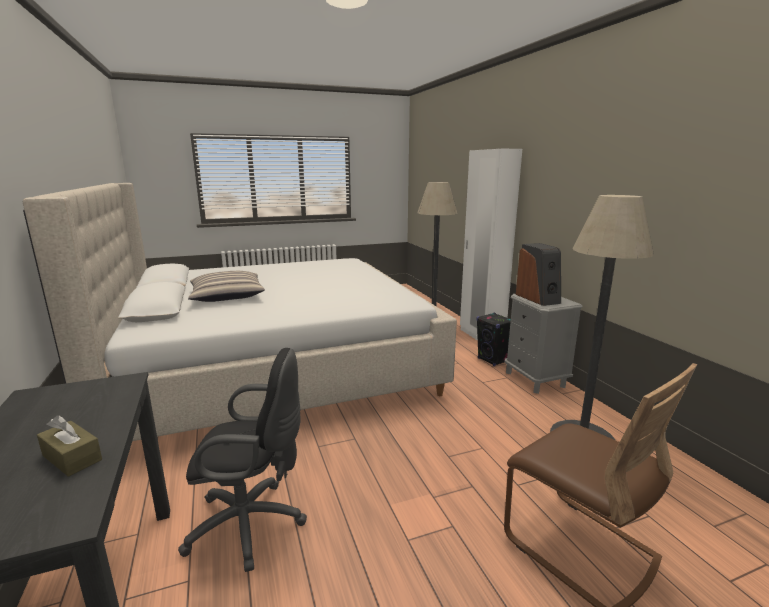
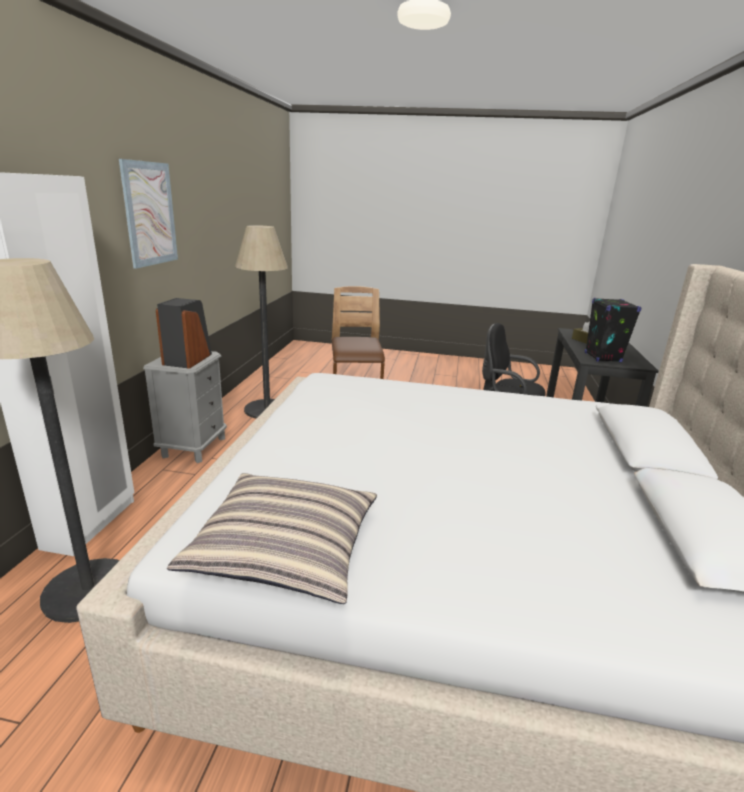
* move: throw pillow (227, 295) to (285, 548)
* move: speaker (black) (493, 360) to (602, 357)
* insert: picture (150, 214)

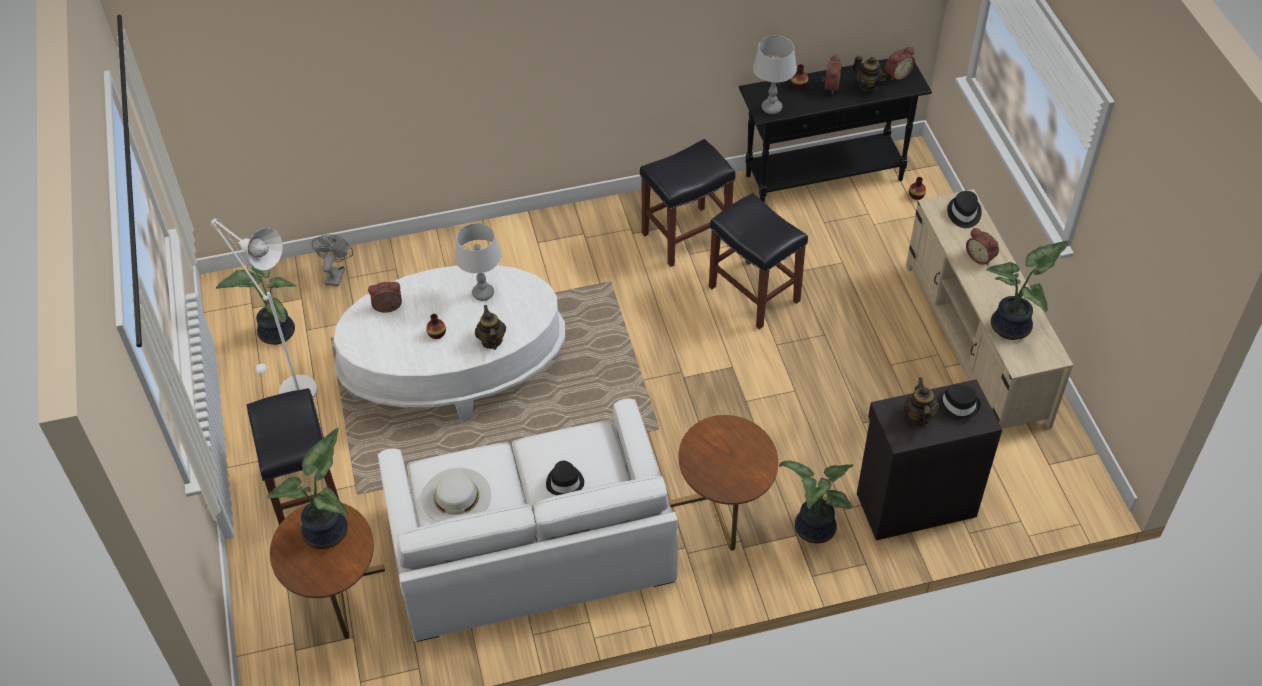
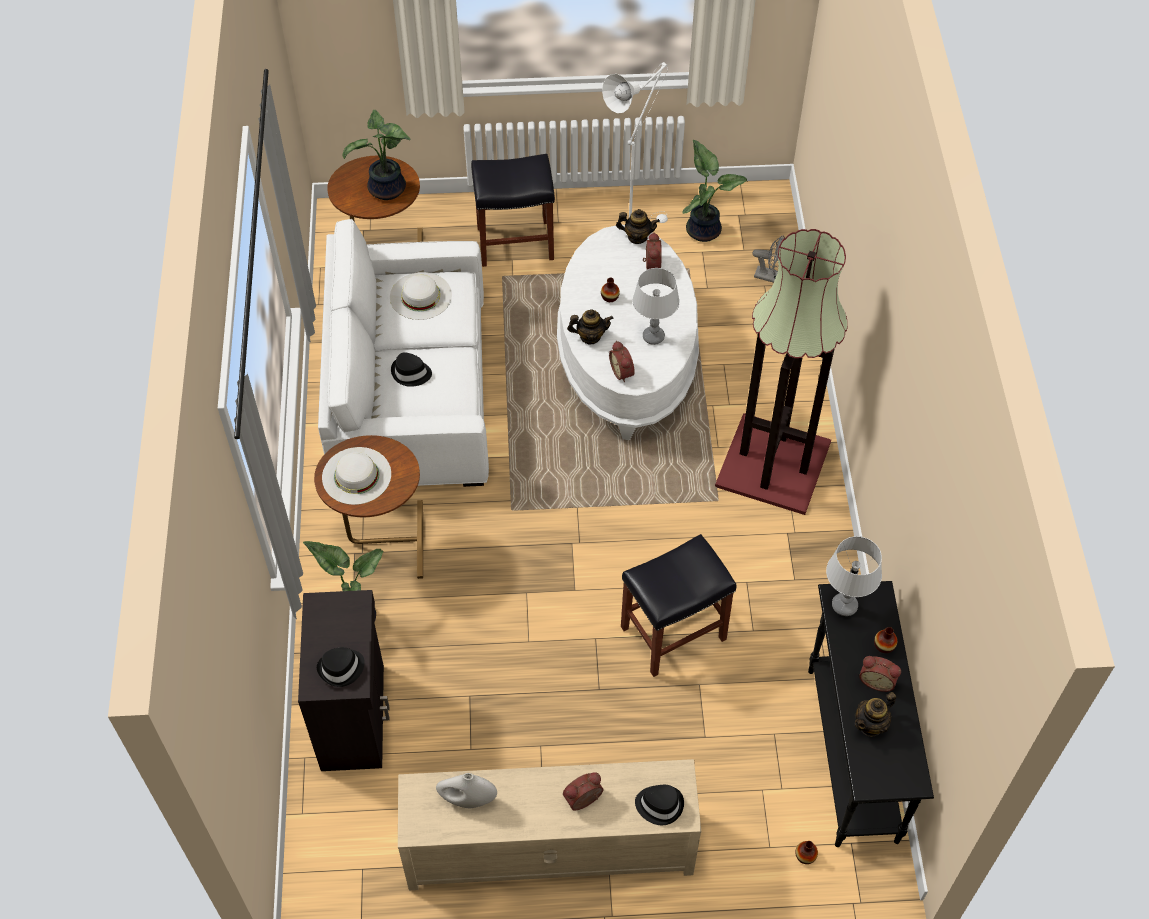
* delete: stool (black) (685, 237)
* move: bedside clock (897, 74) to (623, 372)
* move: teapot (918, 417) to (637, 237)
* replace: houseplant (1013, 327) to decorative vase (white-coloured) (468, 800)
* insert: wearable hat (white-coloured) (356, 476)
* insert: standard lamp (774, 466)

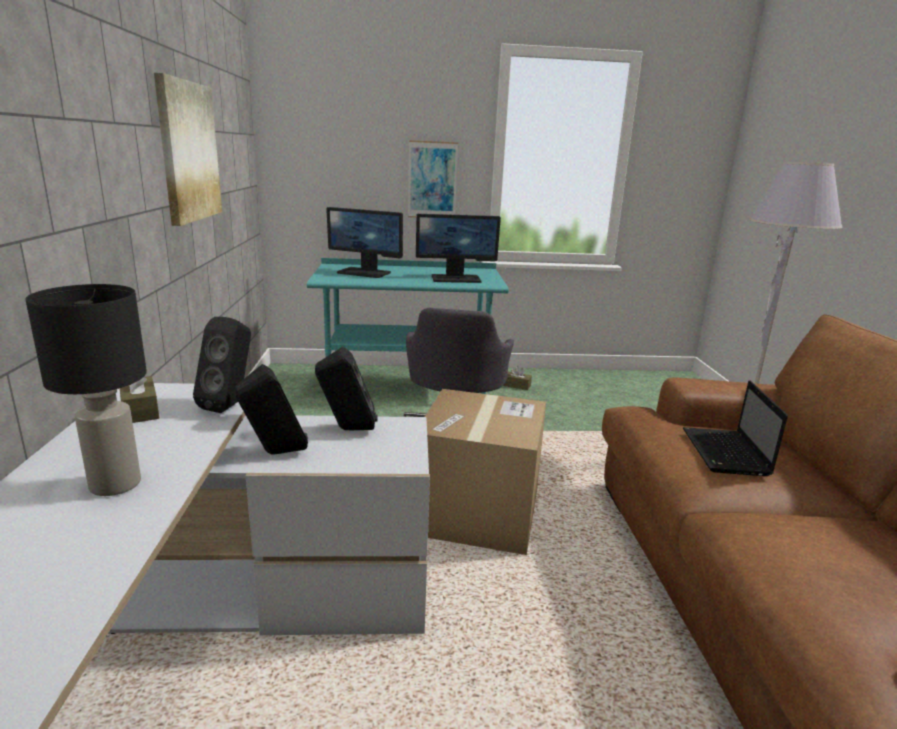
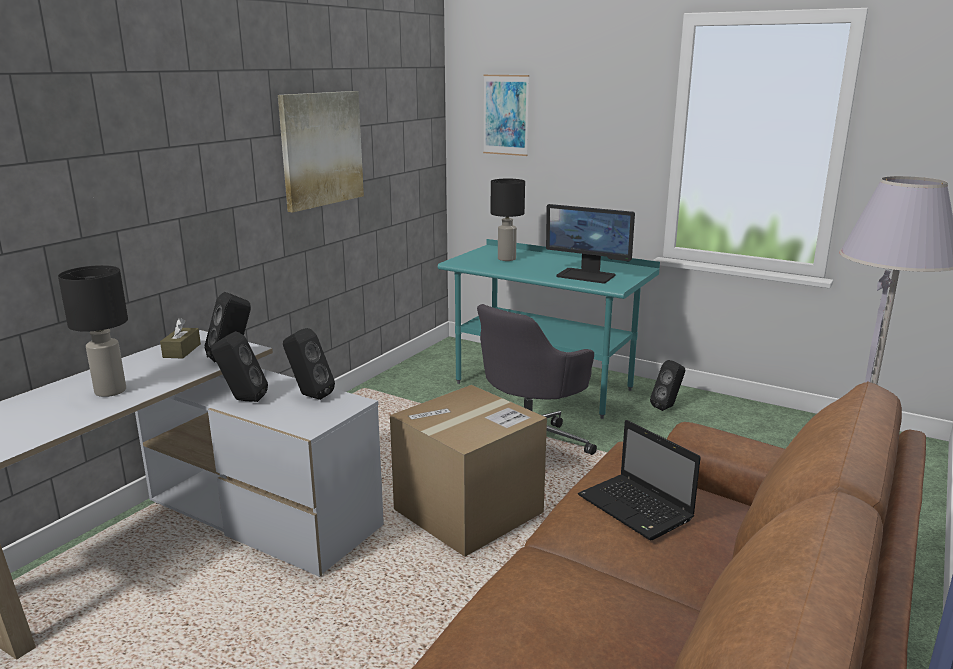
* replace: computer display (365, 272) to table lamp (black) (507, 259)
* move: picture (432, 180) to (505, 115)
* replace: tissue box (brown-coloured) (517, 385) to speaker (black) (667, 407)
* rotate: laptop (726, 453) = (637, 509) 75 degrees counterclockwise

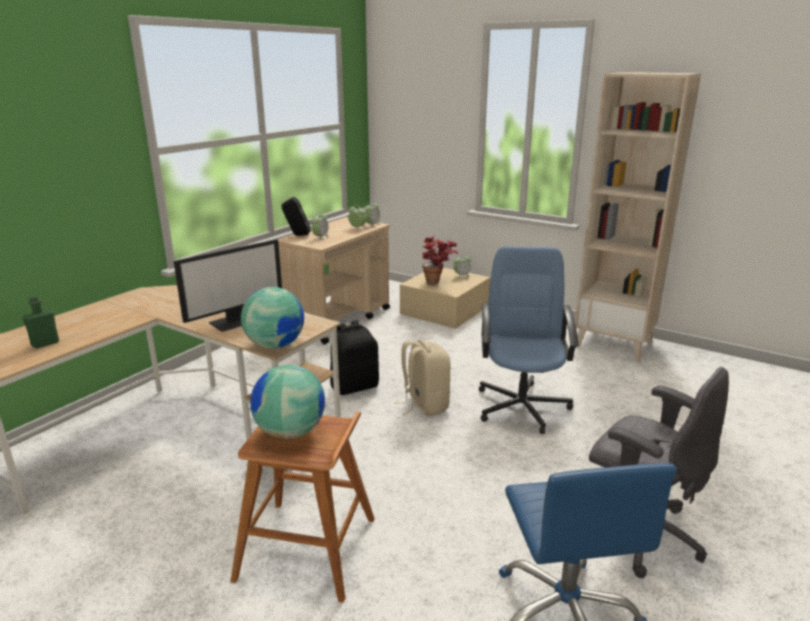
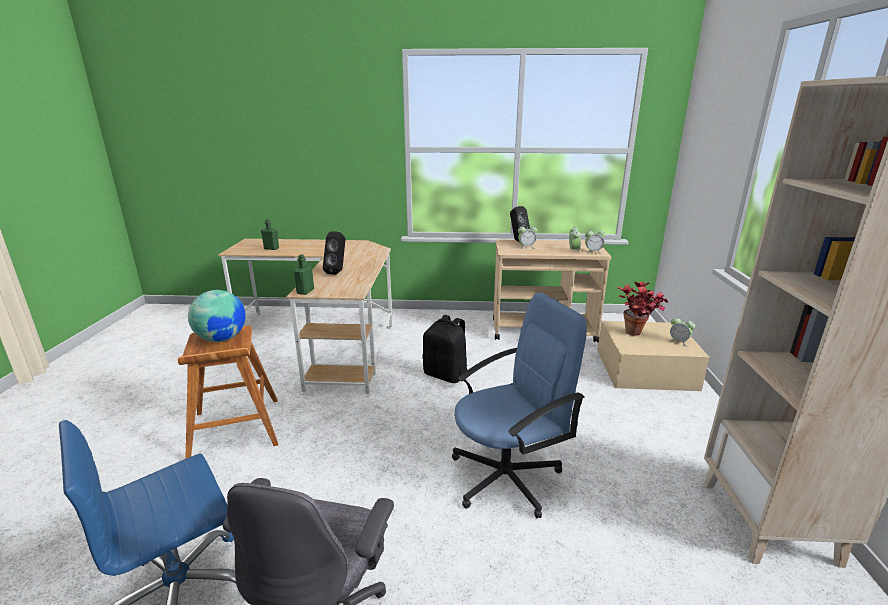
* replace: computer display (237, 320) to speaker (black) (338, 272)
* replace: world globe (275, 345) to beverage bottle (green-coloured) (305, 291)
* delete: backpack (beige) (424, 405)

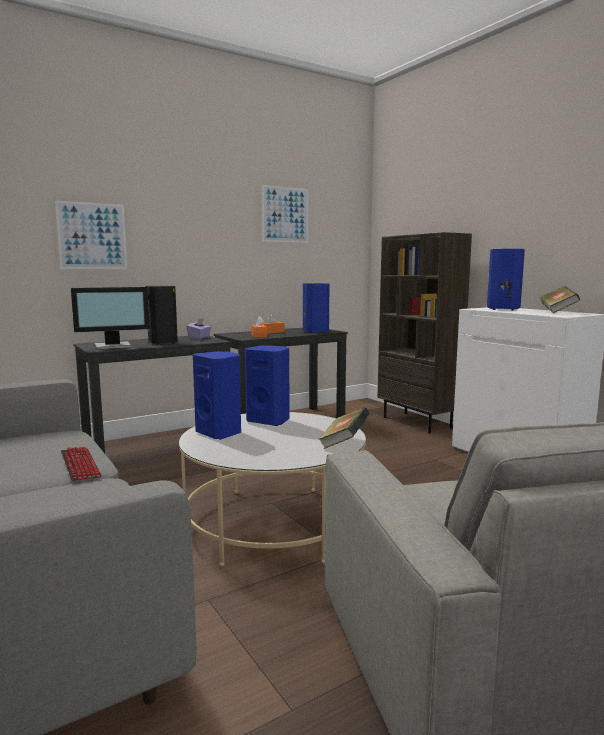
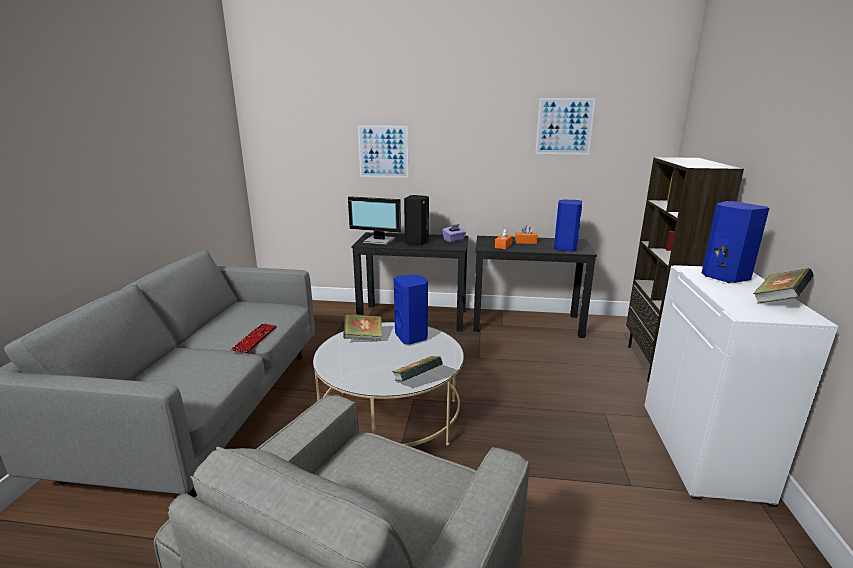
* replace: speaker (blue) (220, 433) to volume (363, 338)

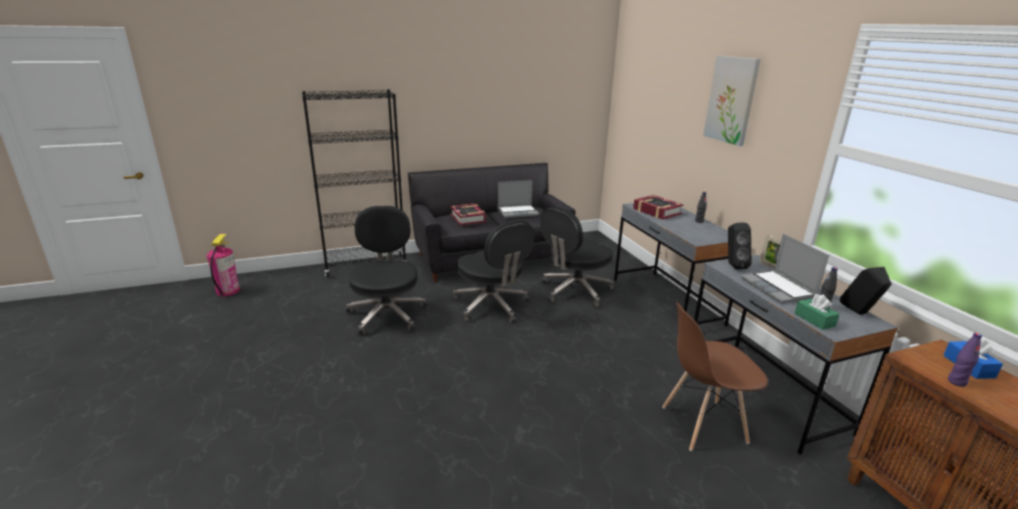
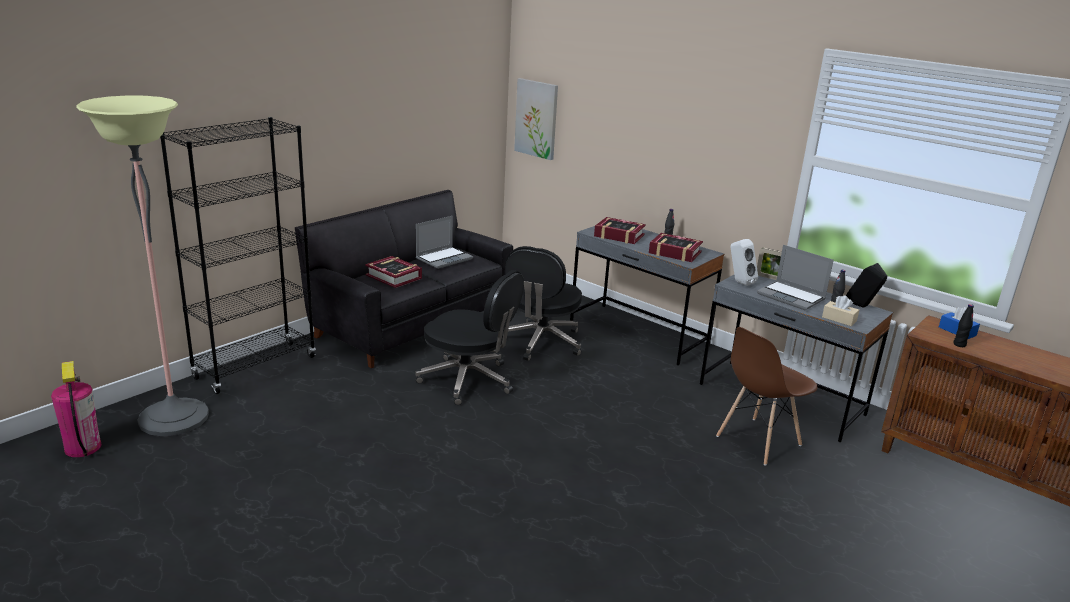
* delete: computer chair (black) (387, 314)
* move: picture (731, 100) to (536, 118)
* recolor: speaker (black) (733, 265) to speaker (white-coloured) (739, 282)
* recolor: tissue box (green-coloured) (814, 320) to tissue box (beige) (839, 319)
* recolor: beverage bottle (purple) (956, 382) to beverage bottle (black) (959, 344)
* insert: standard lamp (173, 418)
* insert: volume (675, 253)

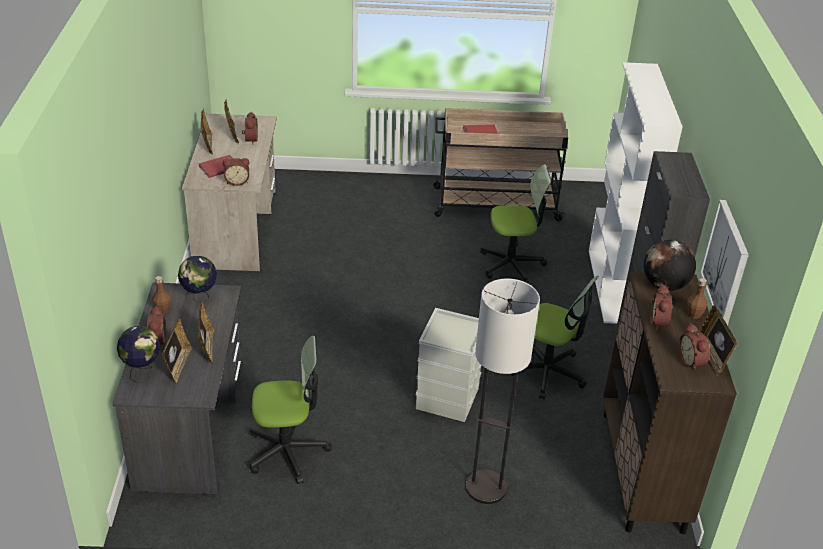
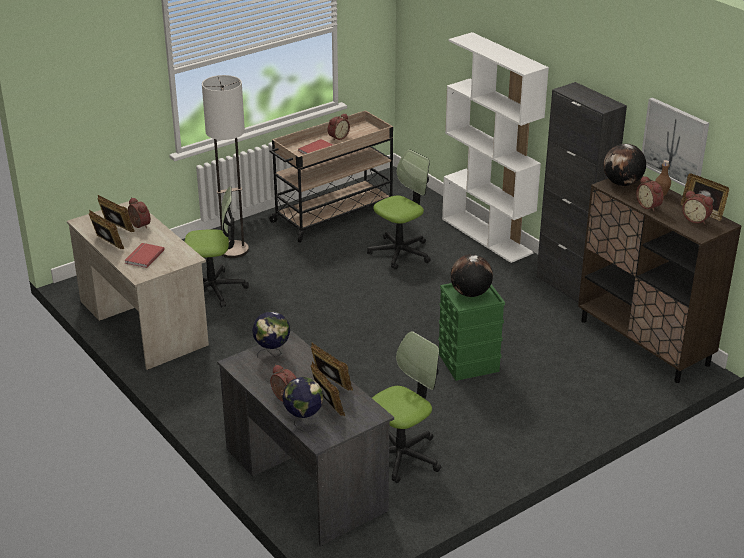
* delete: beverage bottle (brown-coloured) (163, 310)
* move: bedside clock (237, 181) to (337, 137)
* recolor: storage box (grey) (446, 398) to storage box (green-coloured) (468, 363)
* move: standard lamp (486, 487) to (233, 250)
* move: computer chair (548, 372) to (214, 289)
* insert: world globe (470, 293)

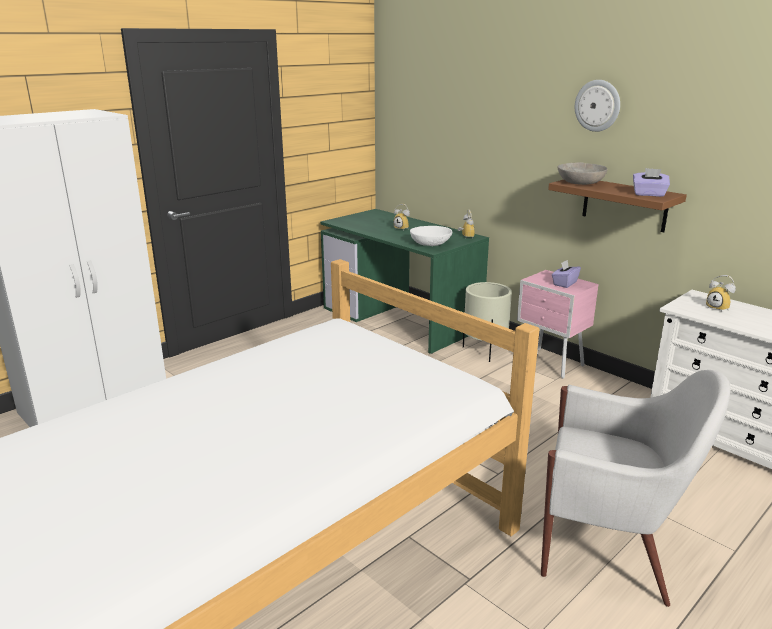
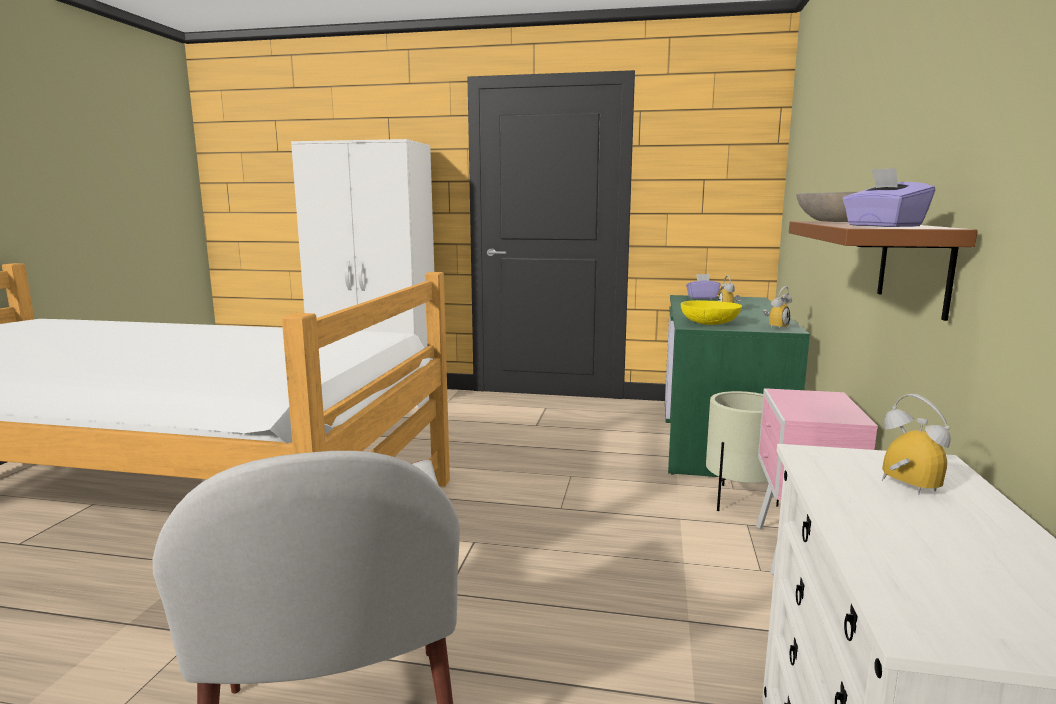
* recolor: deep dish (white-coloured) (431, 243) to deep dish (yellow-coloured) (710, 323)
* move: tissue box (purple) (564, 283) to (702, 297)
* delete: clock on the wall (597, 105)
* rotate: bedside clock (719, 308) = (903, 487) 135 degrees clockwise

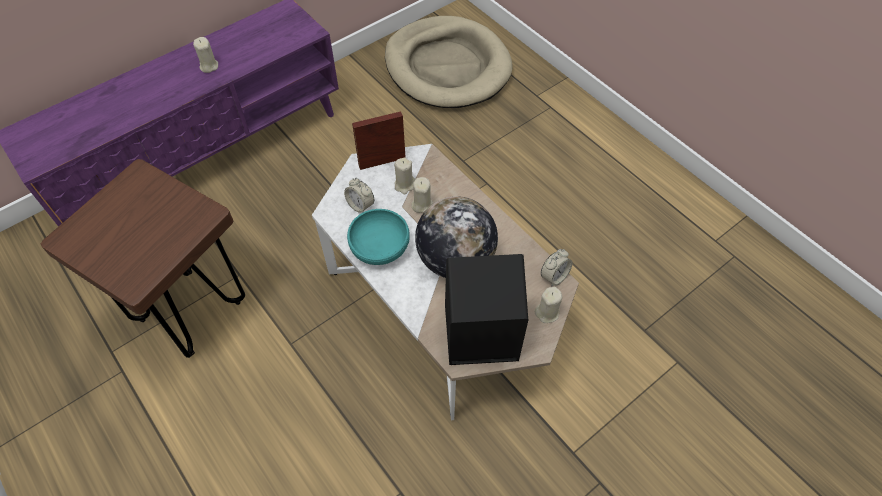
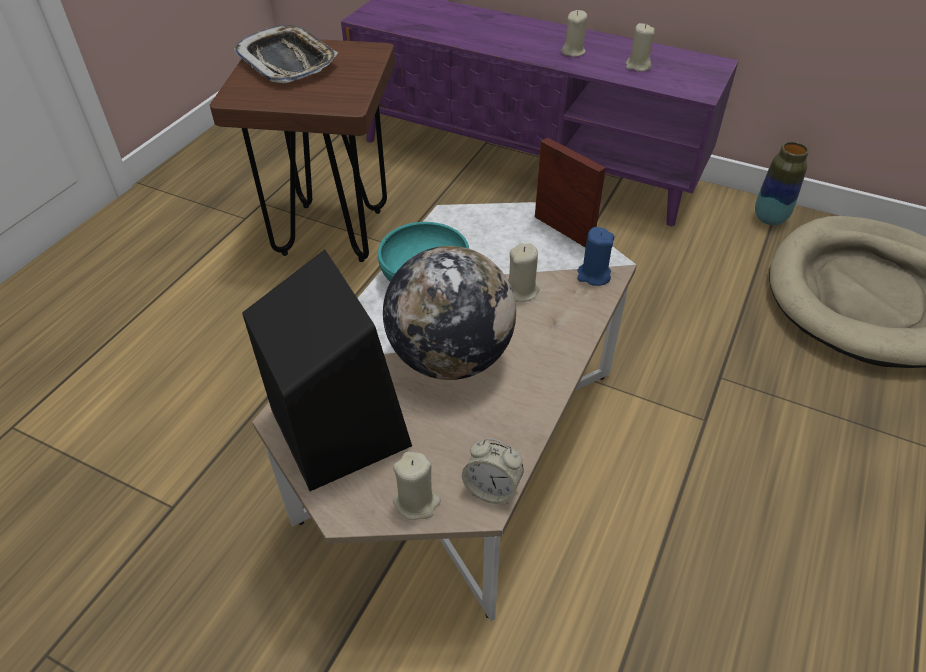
* delete: bedside clock (360, 205)
* move: candle (beige) (404, 185) to (638, 66)
* insert: carrying tray (287, 61)
* insert: candle (blue) (593, 275)
* insert: decorative vase (769, 218)

